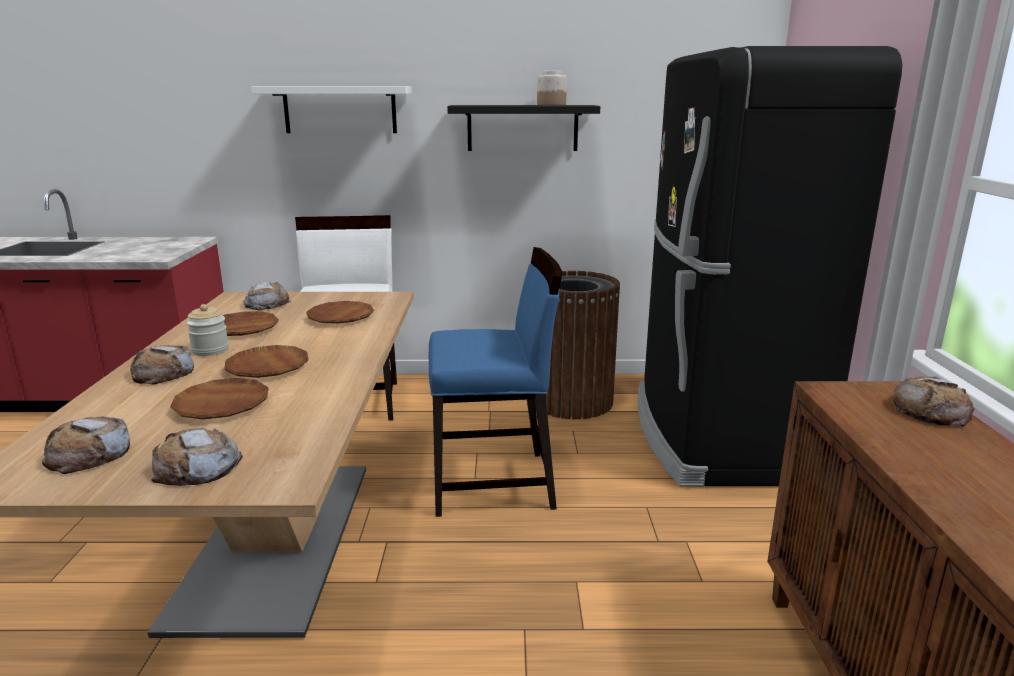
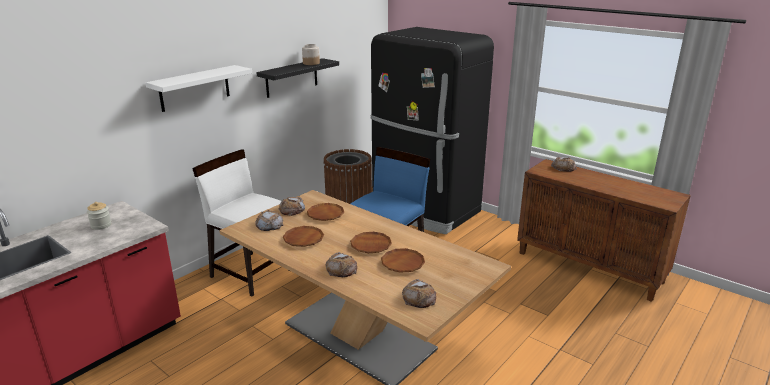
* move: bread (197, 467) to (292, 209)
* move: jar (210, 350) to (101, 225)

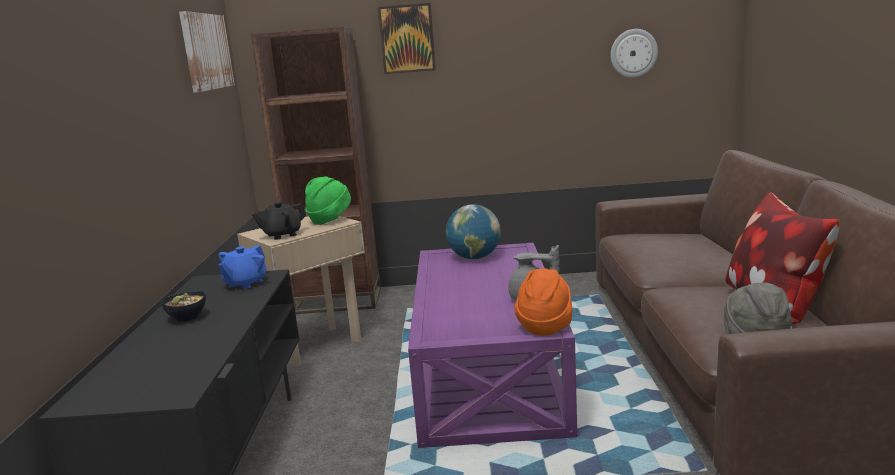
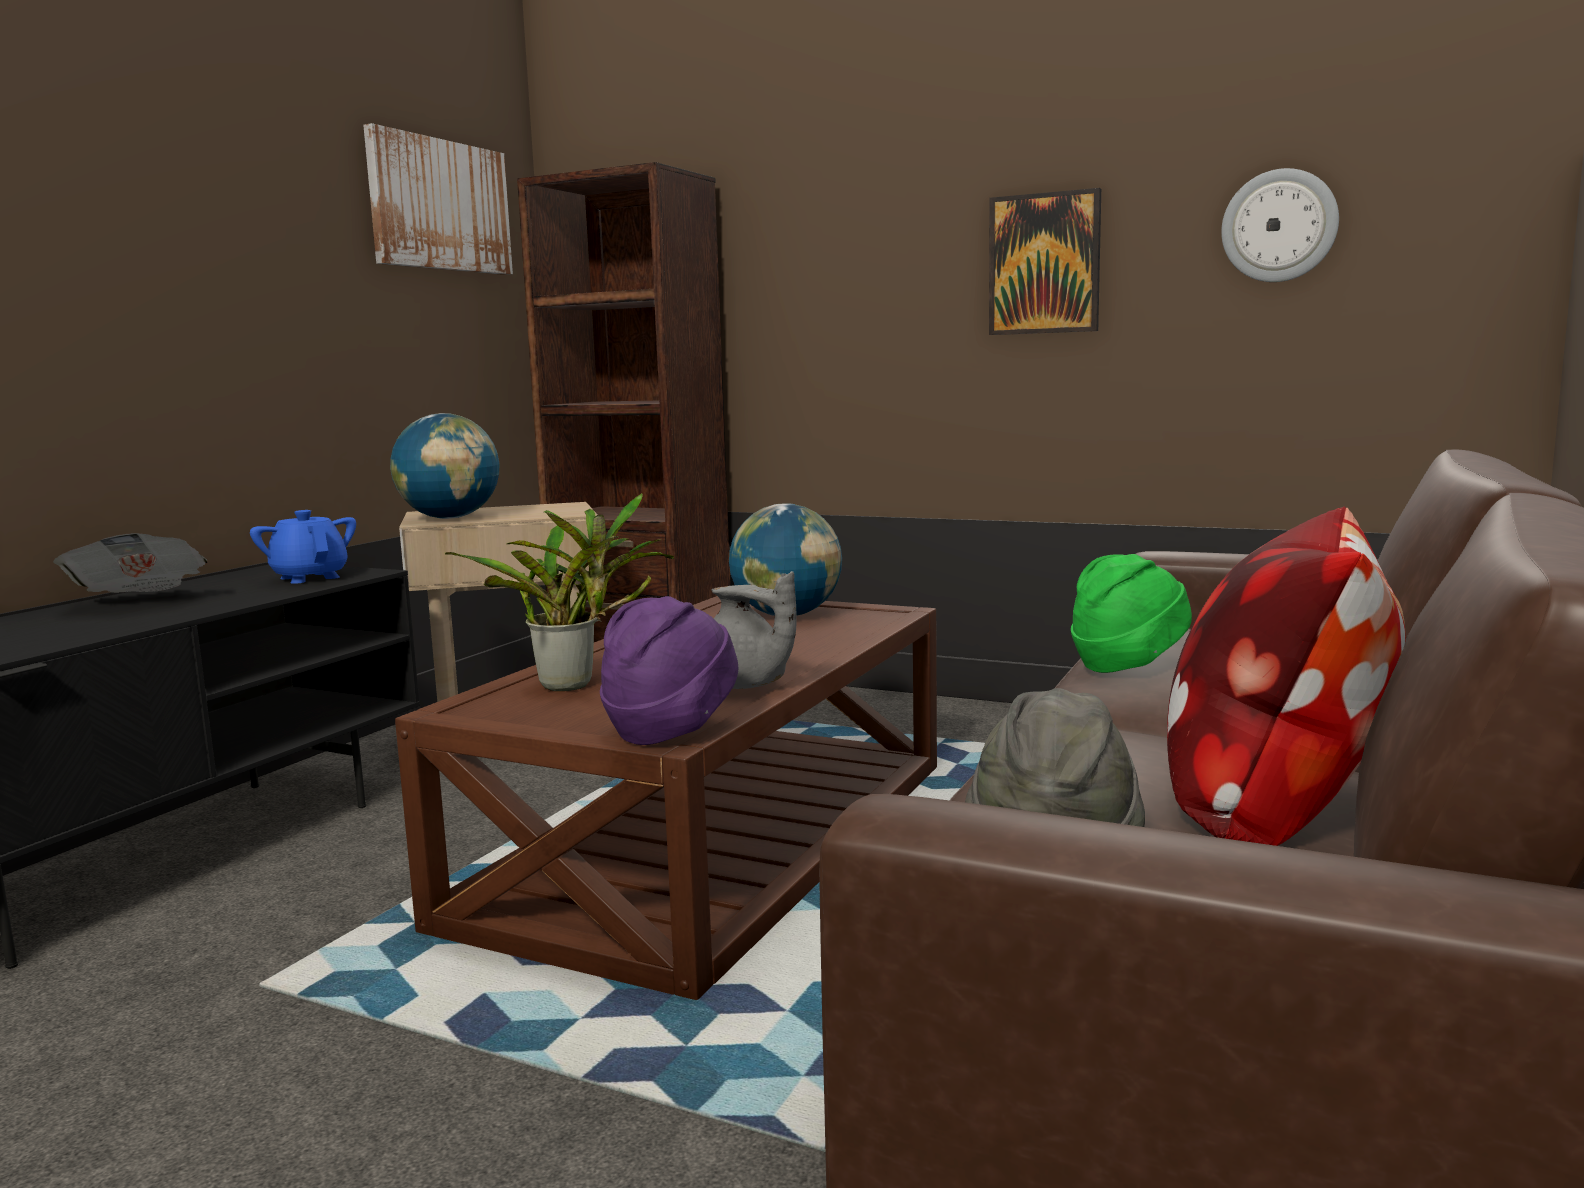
* replace: deep dish (186, 317) to newspaper (141, 602)
* rotate: teapot (blue) (245, 283) = (310, 577) 90 degrees clockwise
* replace: teapot (black) (282, 235) to world globe (450, 518)
* move: wearable hat (green-coloured) (330, 220) to (1128, 666)
* move: picture (407, 39) to (1044, 264)
* recolor: low table (purple) (489, 370) to low table (brown-coloured) (720, 839)
* recolor: wearable hat (orange) (545, 326) to wearable hat (purple) (671, 730)
* insert: houseplant (575, 685)

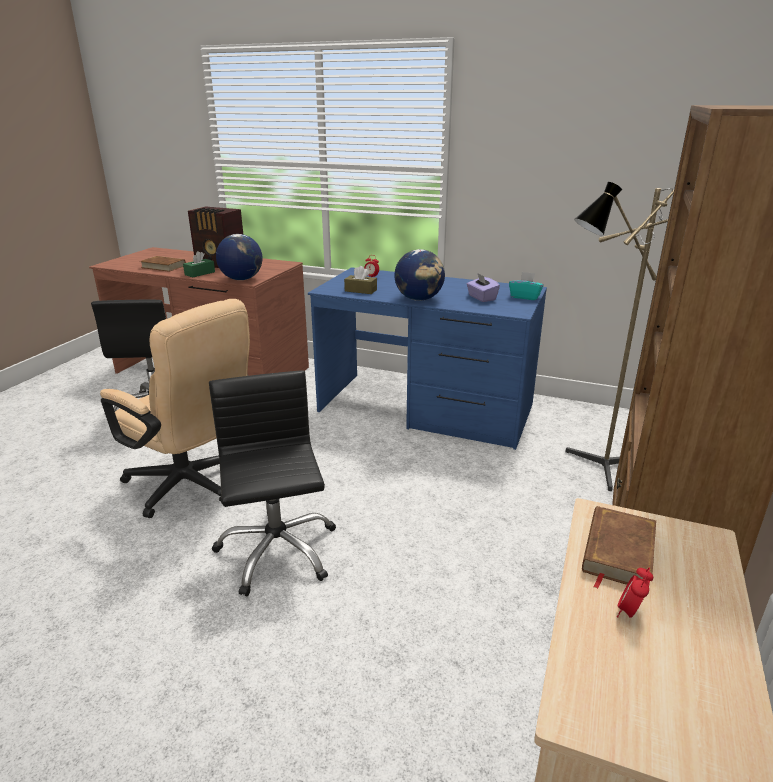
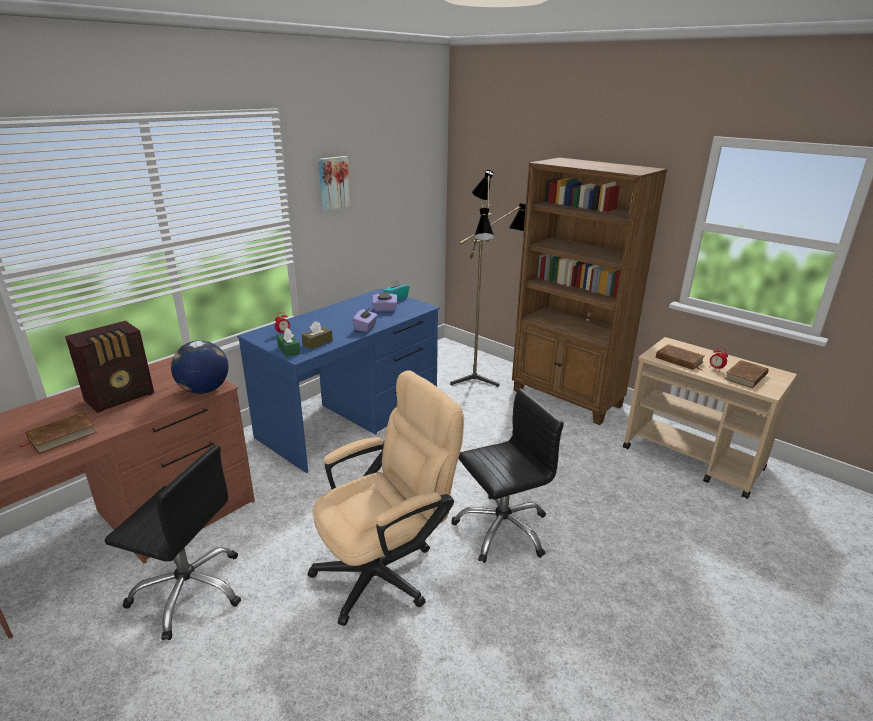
* move: tissue box (green-coloured) (200, 273) to (289, 350)
* rotate: computer chair (black) (277, 551) = (502, 529) 150 degrees clockwise
* replace: world globe (419, 299) to tissue box (purple) (366, 327)
* insert: picture (333, 183)
* insert: volume (brown-coloured) (746, 377)

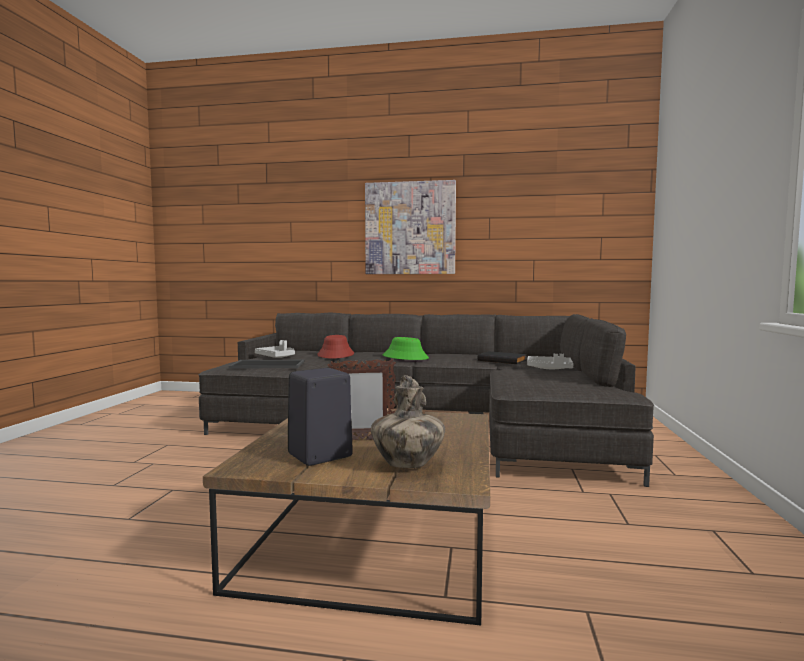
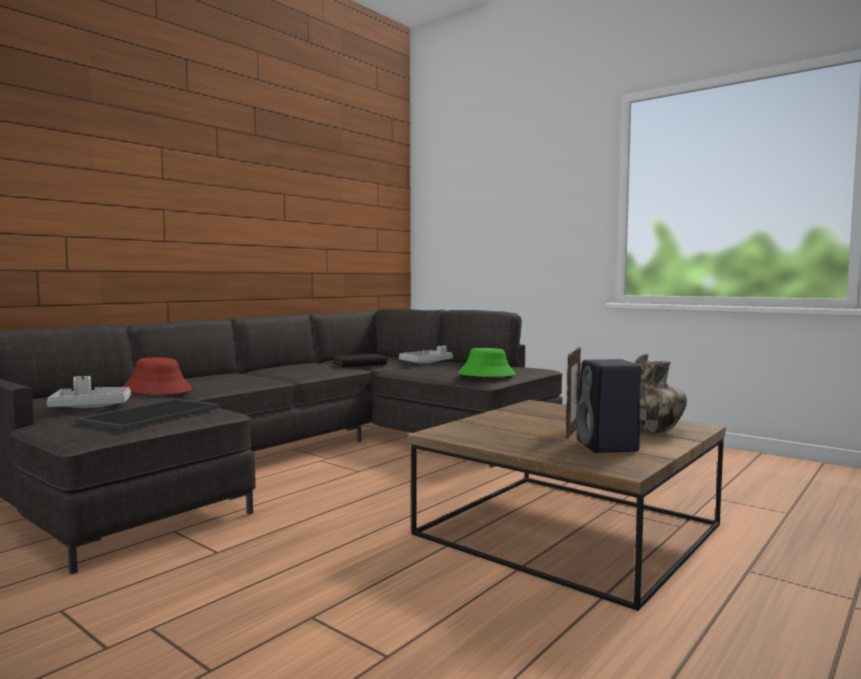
* delete: picture (410, 228)
* move: wearable hat (green-coloured) (405, 357) to (486, 375)

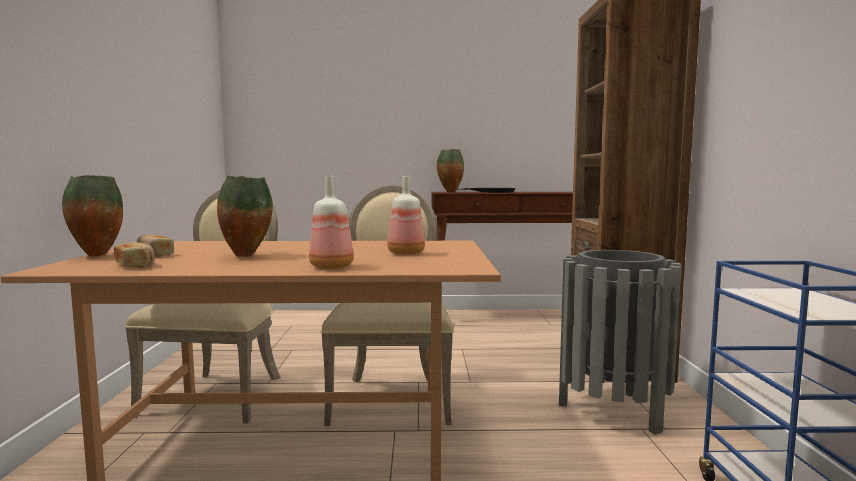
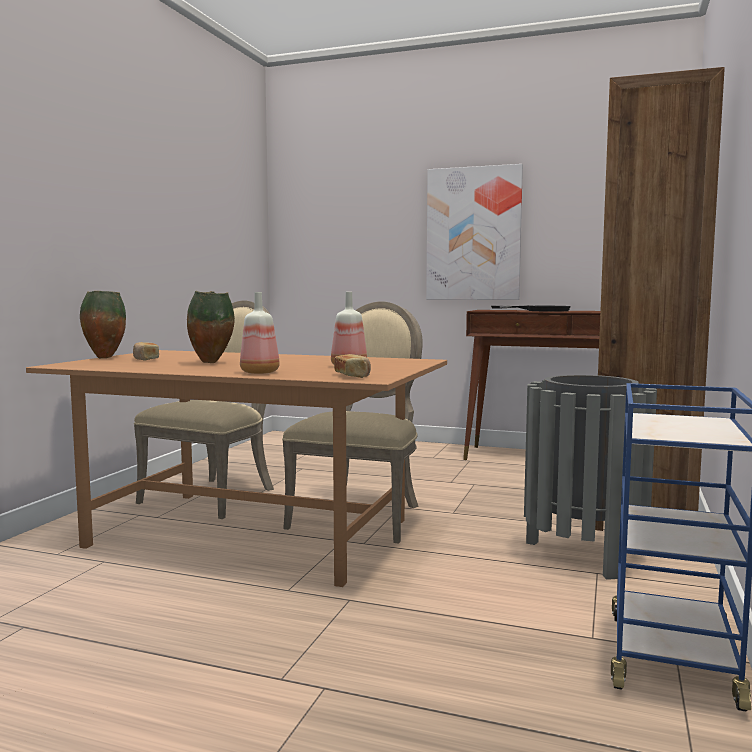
* move: bread (136, 265) to (353, 376)
* delete: decorative vase (449, 192)
* insert: picture (473, 234)

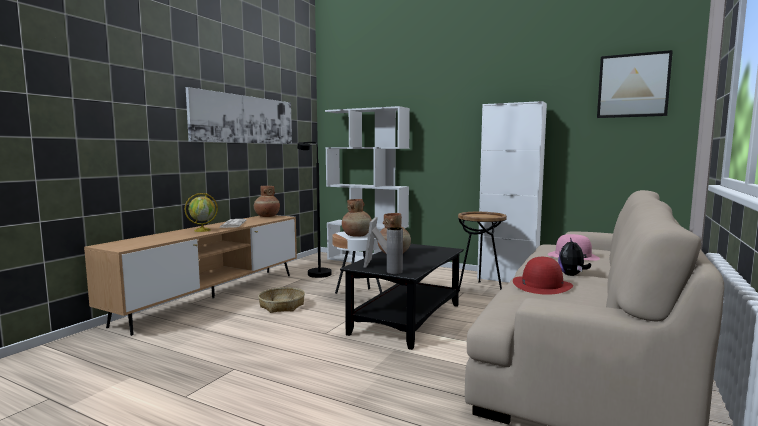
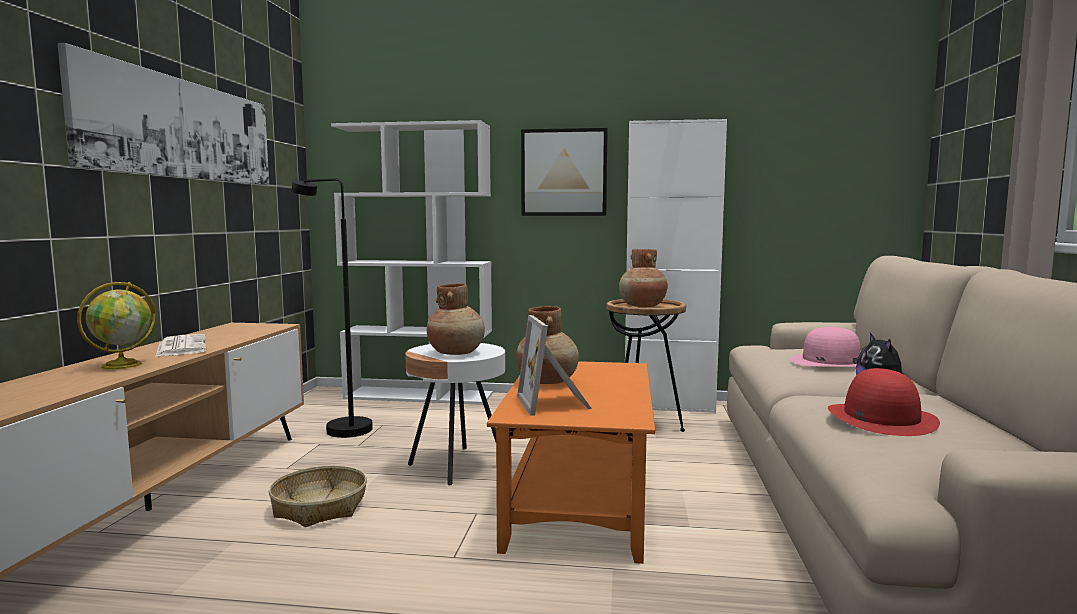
* move: decorative vase (brown-coloured) (267, 216) to (642, 306)
* recolor: low table (black) (406, 319) to low table (orange) (580, 501)
* delete: decorative vase (grey) (394, 272)
* move: picture (633, 85) to (564, 172)

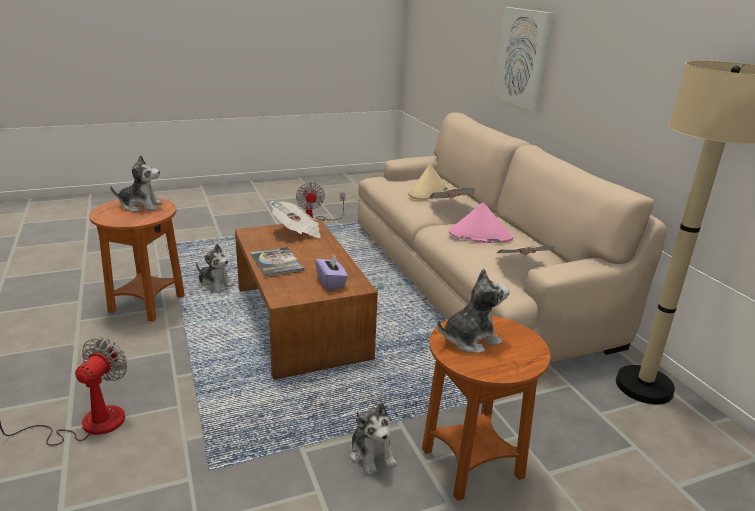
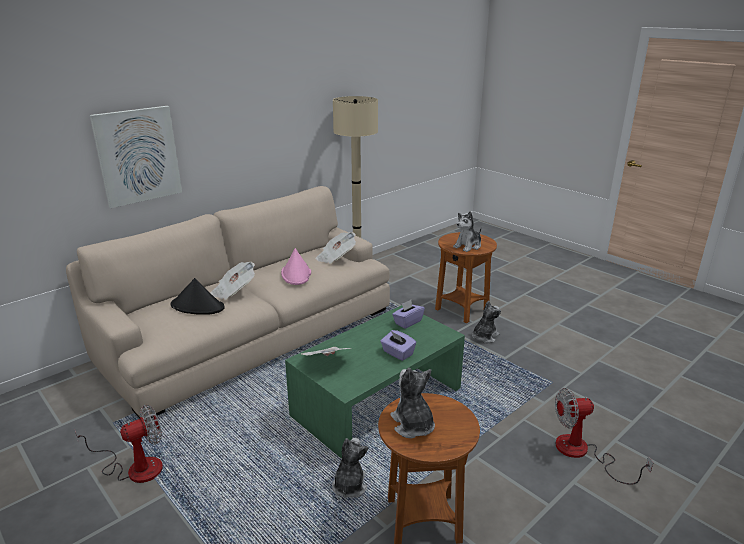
* recolor: low table (brown-coloured) (301, 321) to low table (green-coloured) (377, 401)
* replace: volume (277, 262) to tissue box (purple) (397, 353)
* recolor: wearable hat (beige) (428, 192) to wearable hat (black) (198, 306)
* rotate: soft toy (470, 340) = (468, 246) 90 degrees counterclockwise

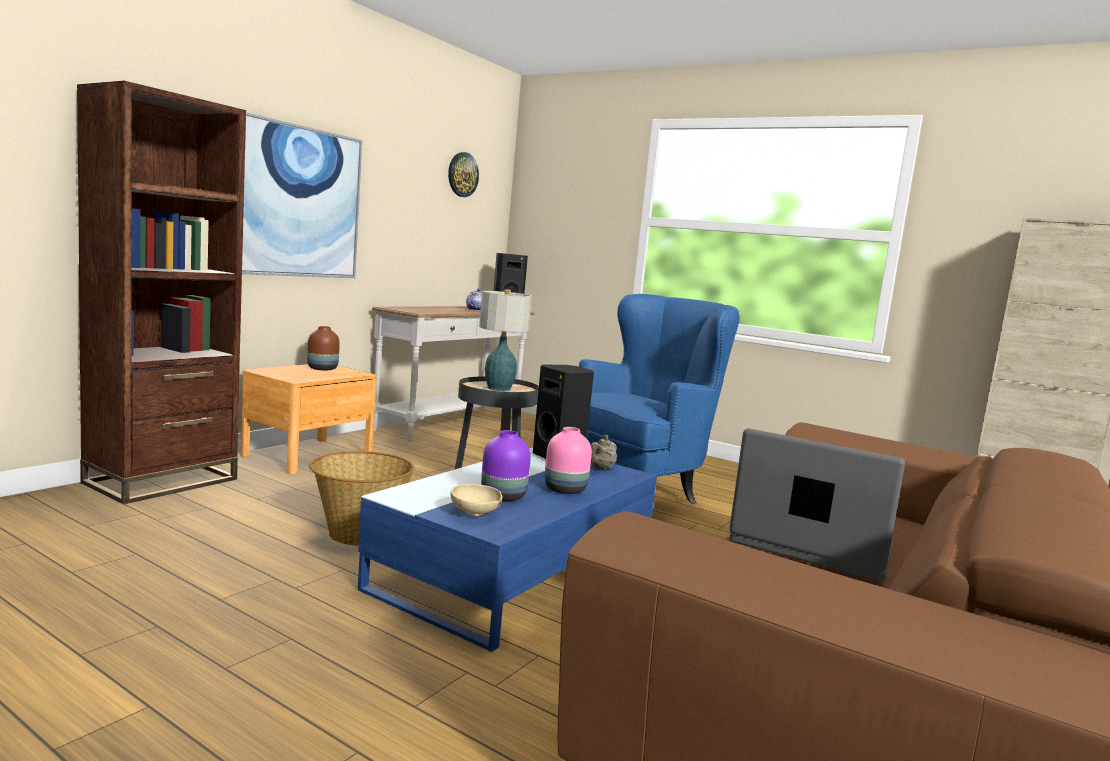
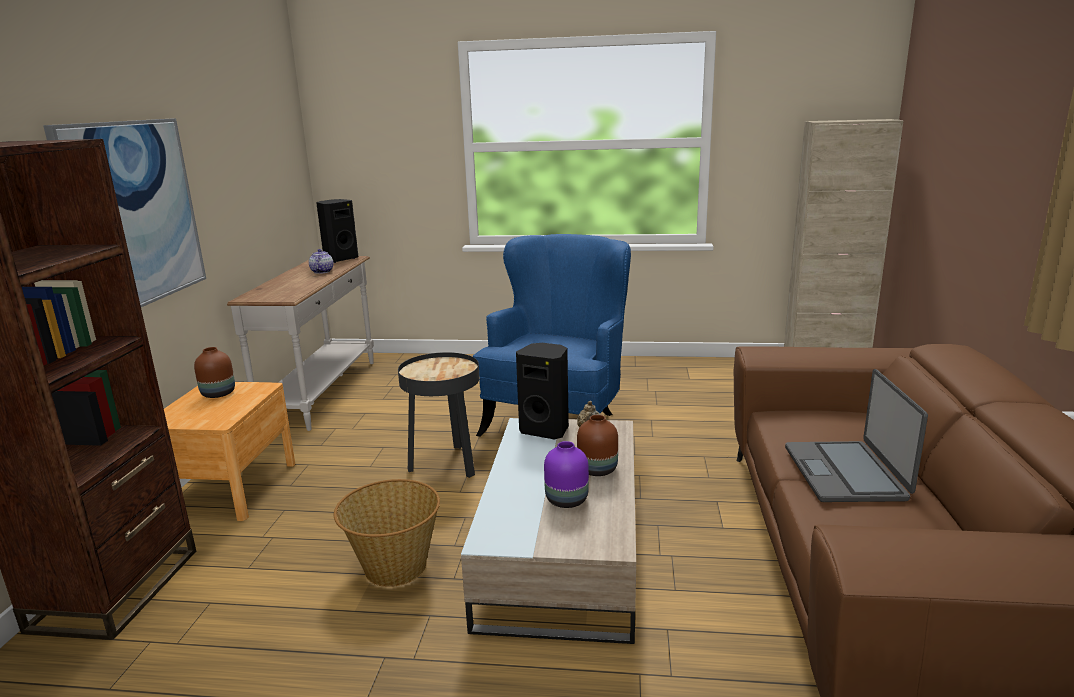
* recolor: low table (blue) (516, 570) to low table (beige) (562, 548)
* delete: clock on the wall (462, 174)
* delete: deep dish (beige) (475, 514)
* delete: table lamp (499, 388)
* recolor: decorative vase (pinkish) (566, 490) to decorative vase (brown-coloured) (598, 469)
* rotate: laptop (810, 546) = (846, 473) 90 degrees counterclockwise

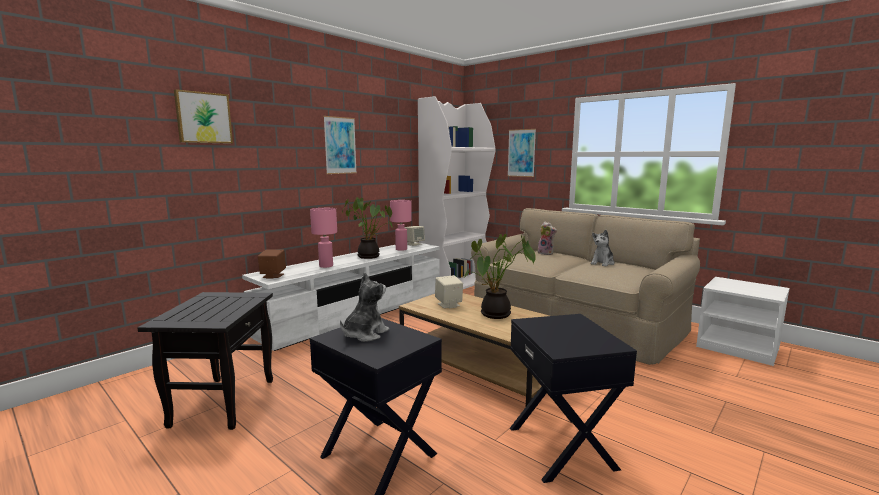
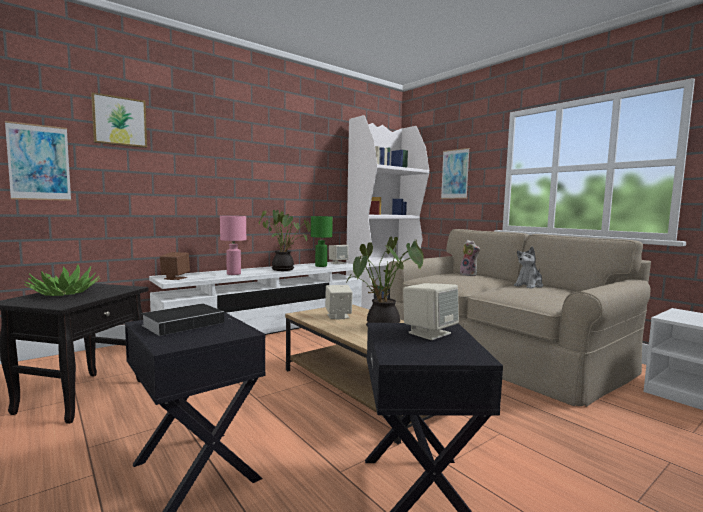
* move: picture (340, 145) to (39, 162)
* replace: soft toy (364, 334) to volume (185, 323)
* recolor: table lamp (pinkish) (401, 249) to table lamp (green-coloured) (320, 266)
* insert: houseplant (63, 293)
* insert: speaker (beige) (429, 333)

